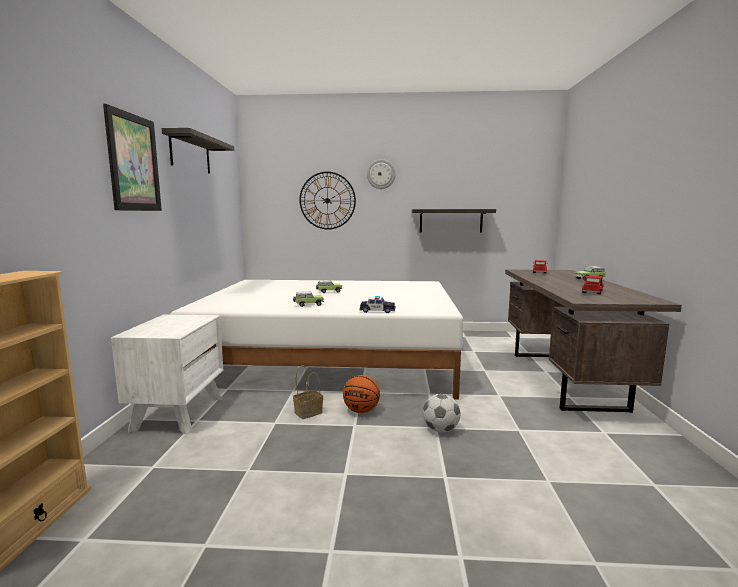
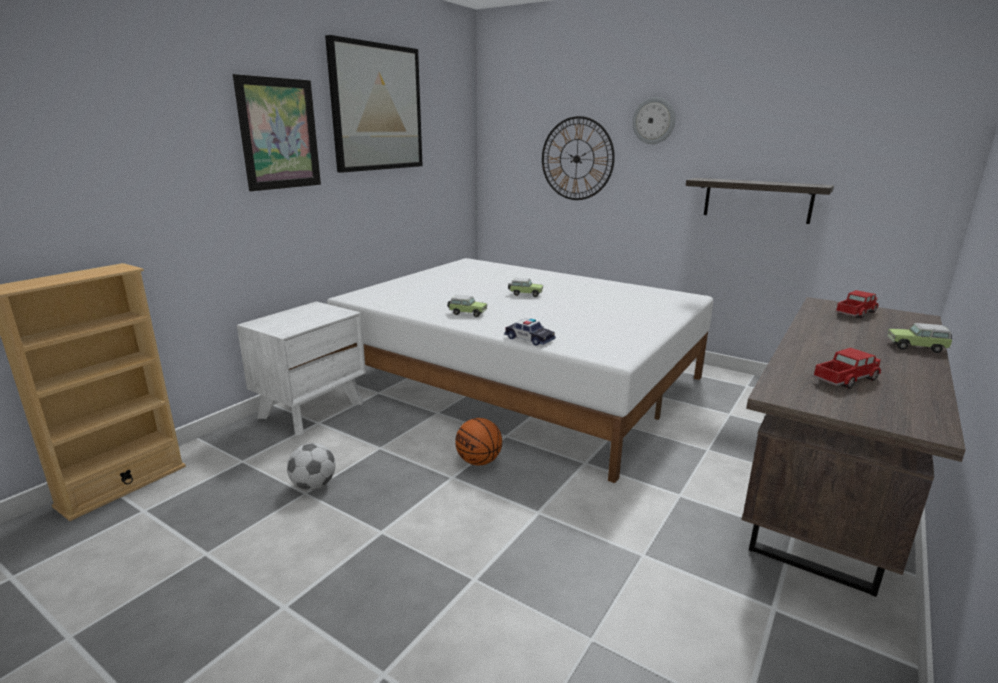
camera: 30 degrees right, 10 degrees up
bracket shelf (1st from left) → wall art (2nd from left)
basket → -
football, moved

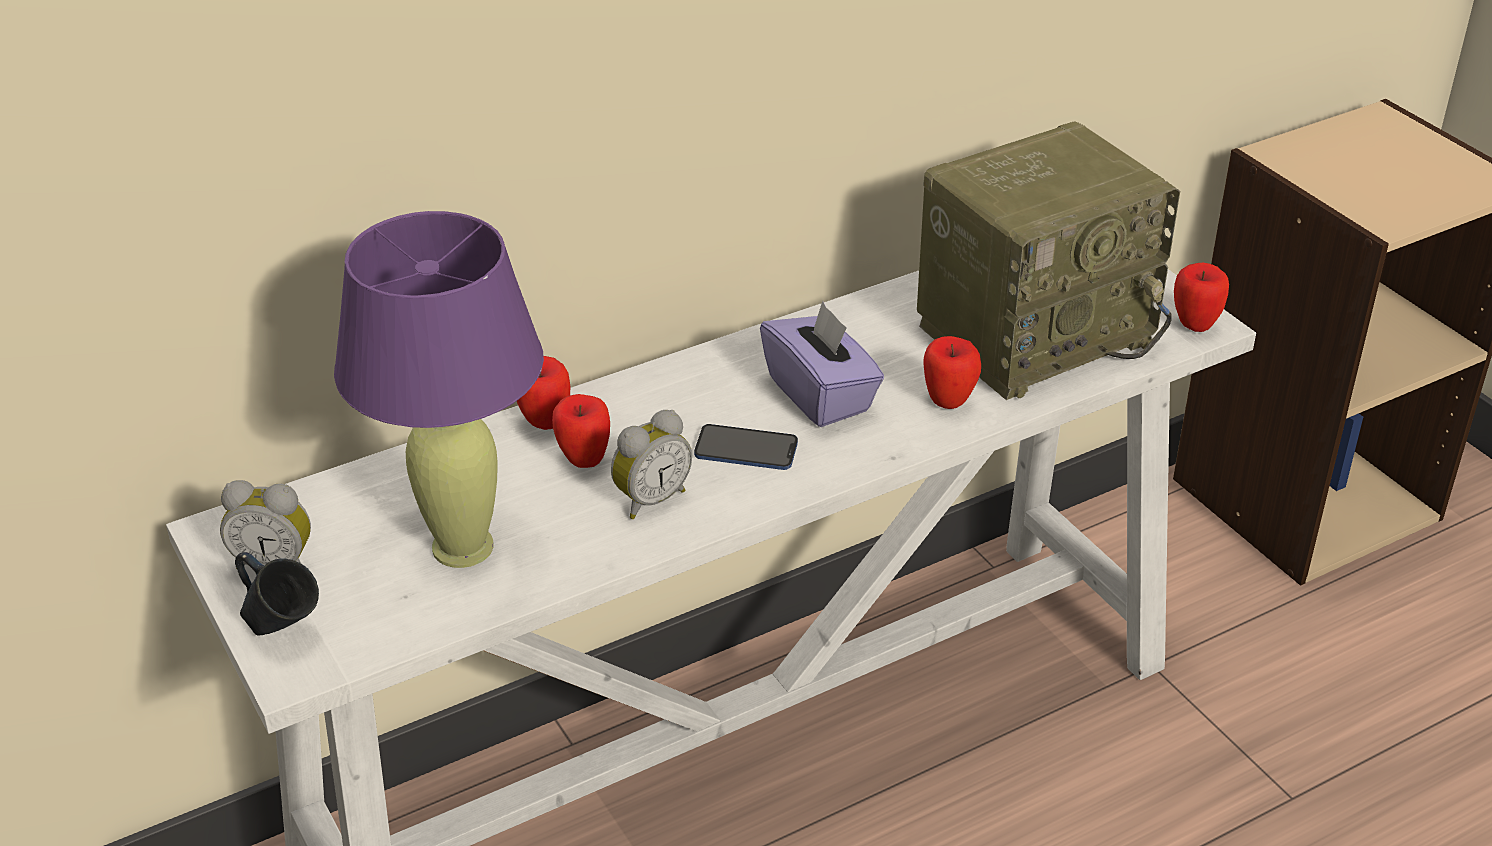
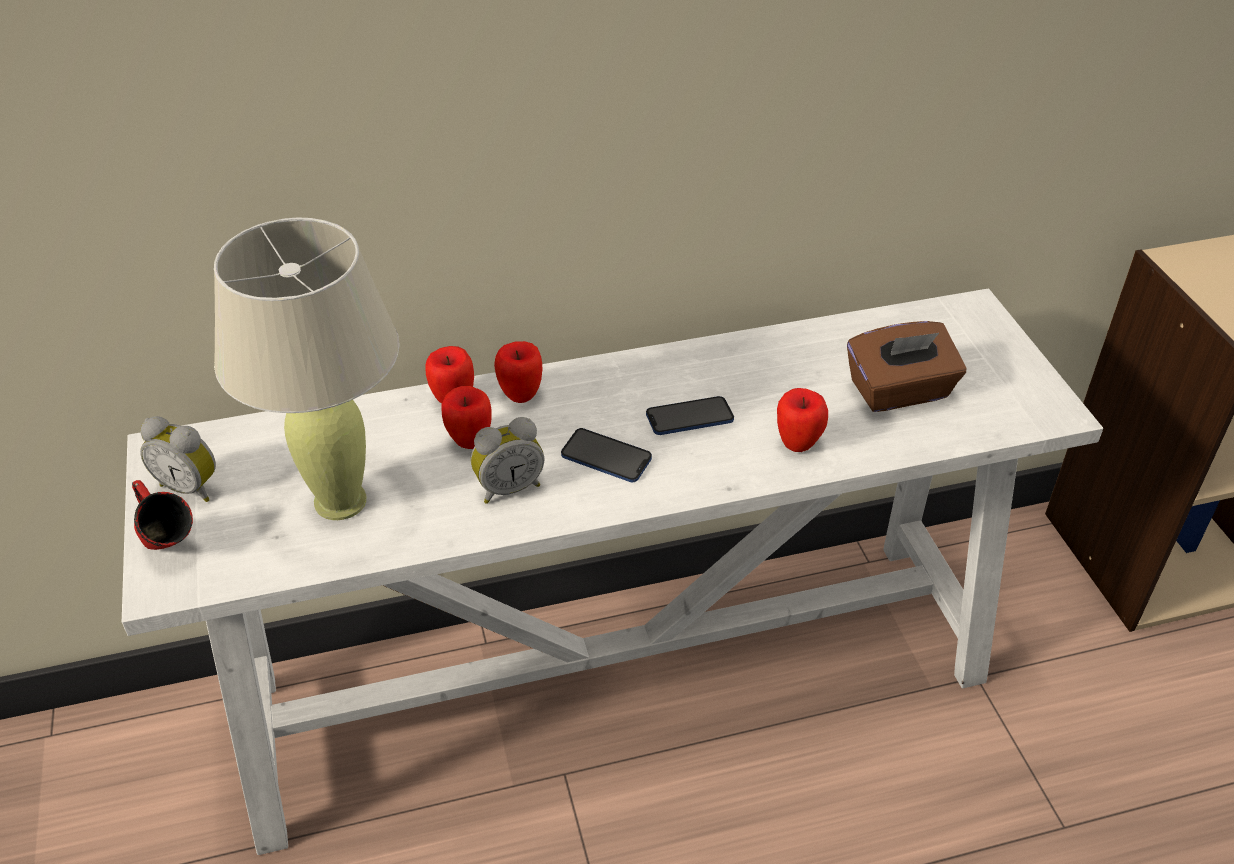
camera: 15 degrees right, 5 degrees up
coffee mug/blue-coloured → coffee mug/reddish
tabletop lamp/purplish → tabletop lamp/beige
tissue holder/purplish → phone (2nd from left)
radio receiver → tissue holder/brown-coloured
apple fruit (4th from left in the first image) → apple fruit (3rd from left), moved

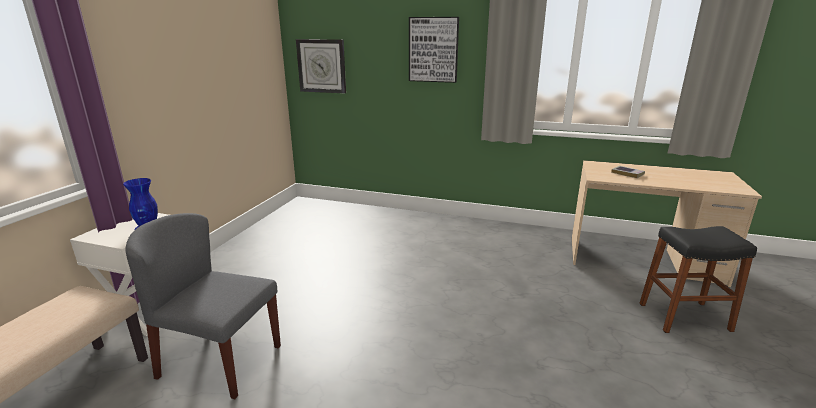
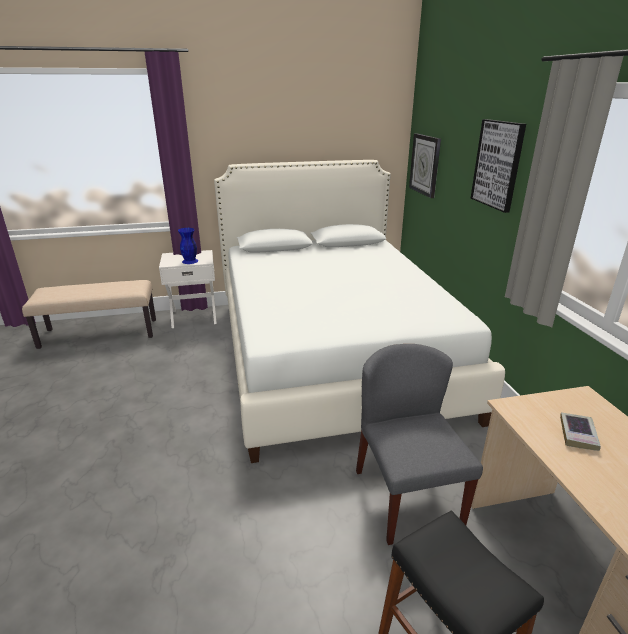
camera: 60 degrees right, 5 degrees up
chair/greyish, moved
- → bed/white-coloured

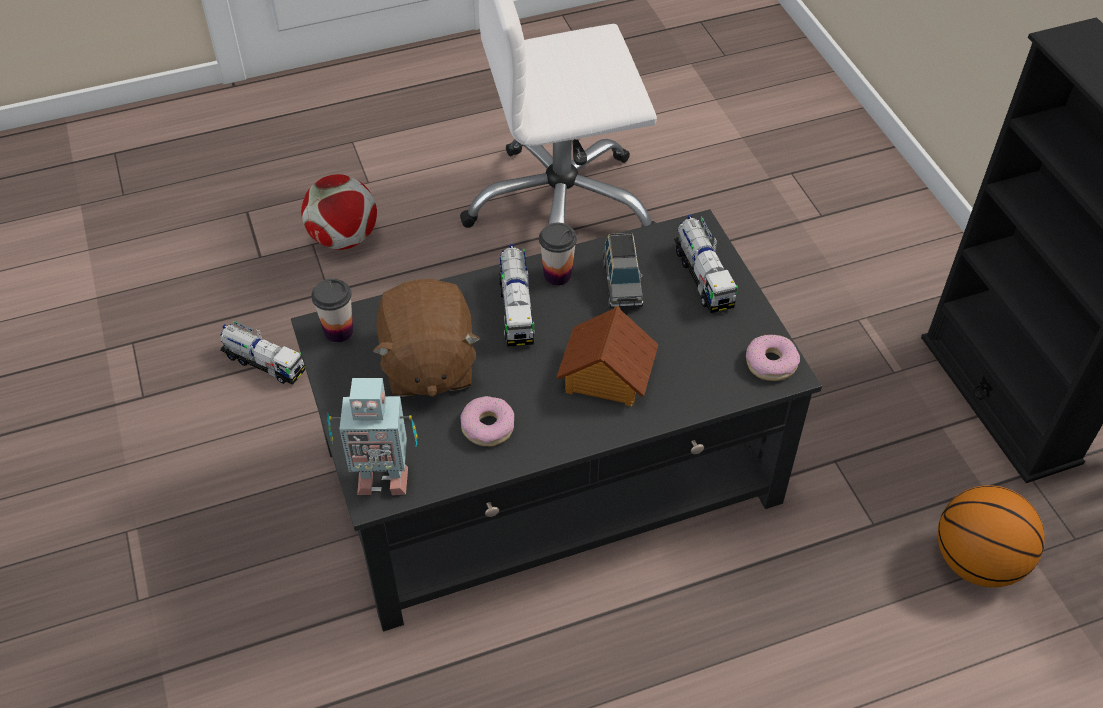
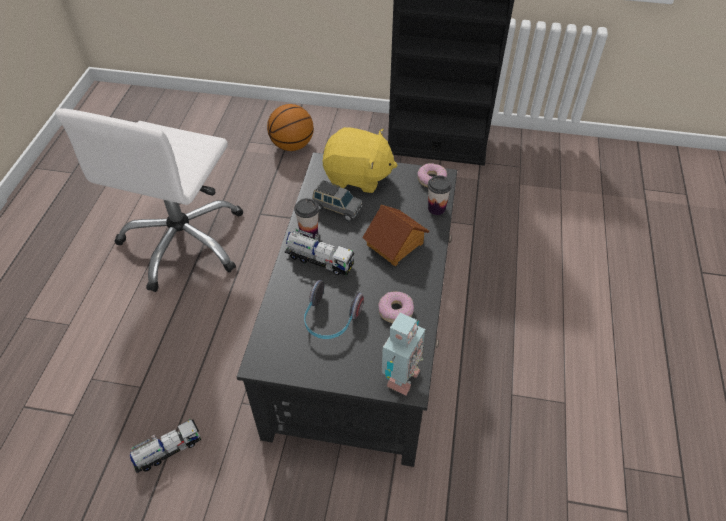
camera: 60 degrees left, 0 degrees up
football → -
small cup (1st from left in the first image) → small cup (2nd from left), moved
soft toy/brown-coloured → pair of headphones
toy truck (3rd from left) → soft toy/yellowish
basketball, moved

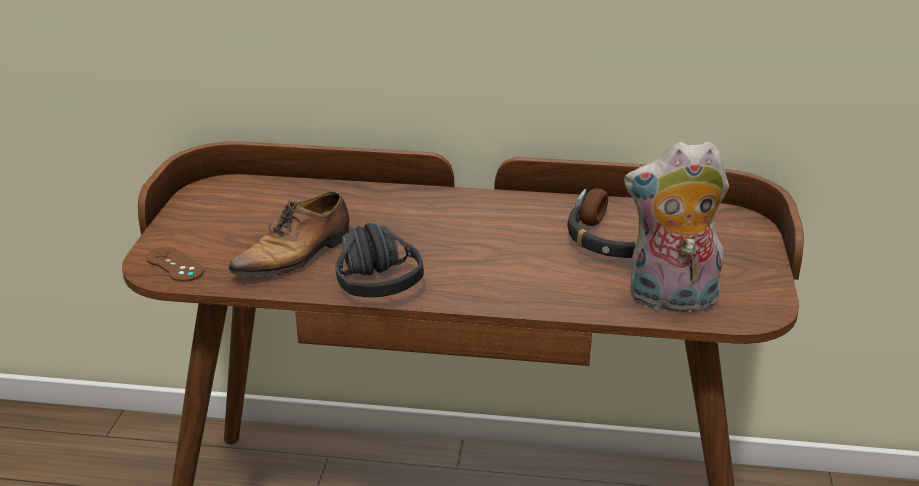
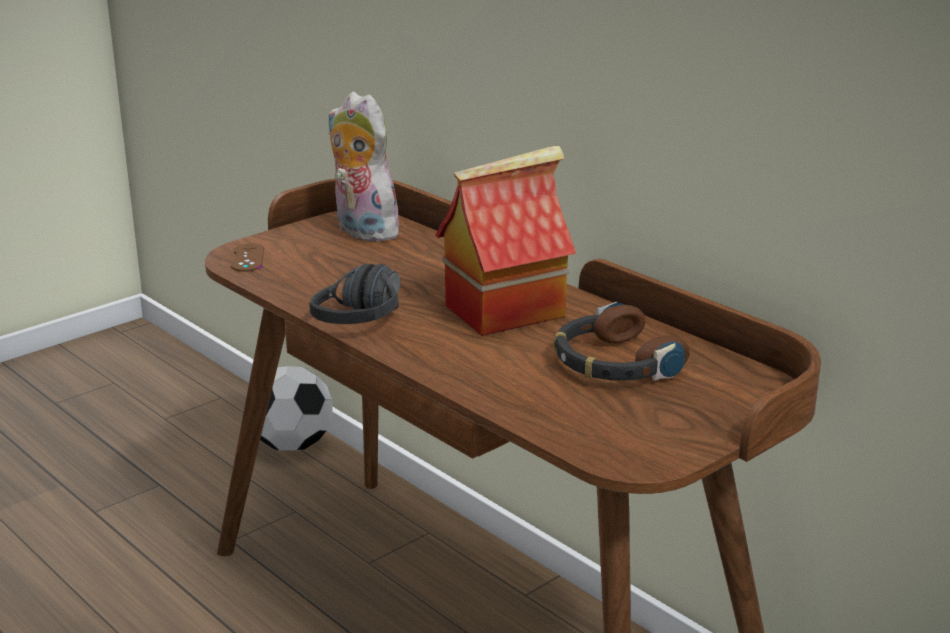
camera: 40 degrees right, 5 degrees down
item of footwear → -
soft toy, moved
- → football
- → miniature house

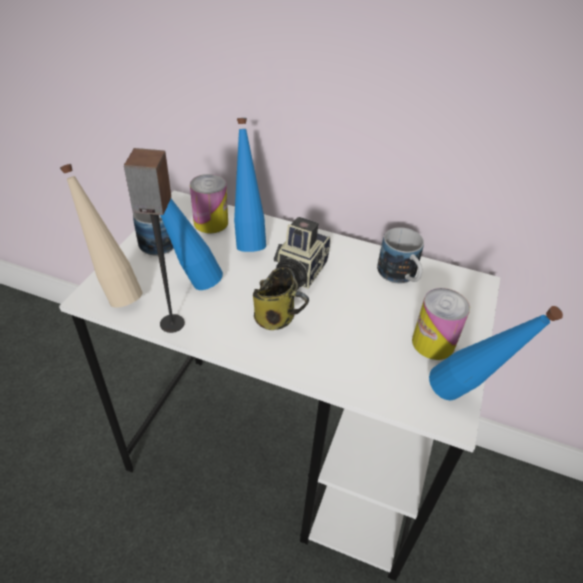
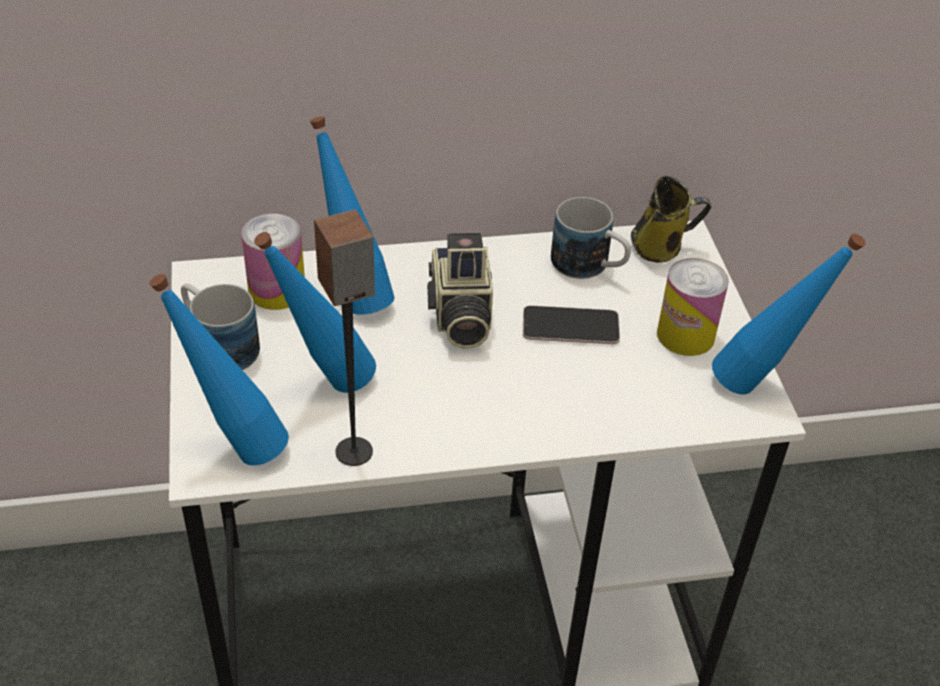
camera: 30 degrees left, 0 degrees up
bottle/beige → bottle/blue-coloured (1st from left)
coffee mug (2nd from left in the first image) → coffee mug (3rd from left), moved
- → phone

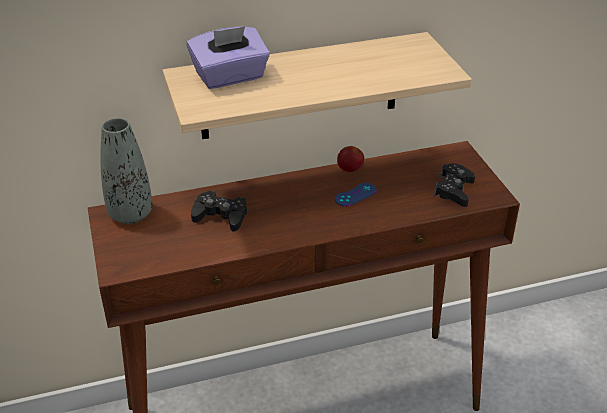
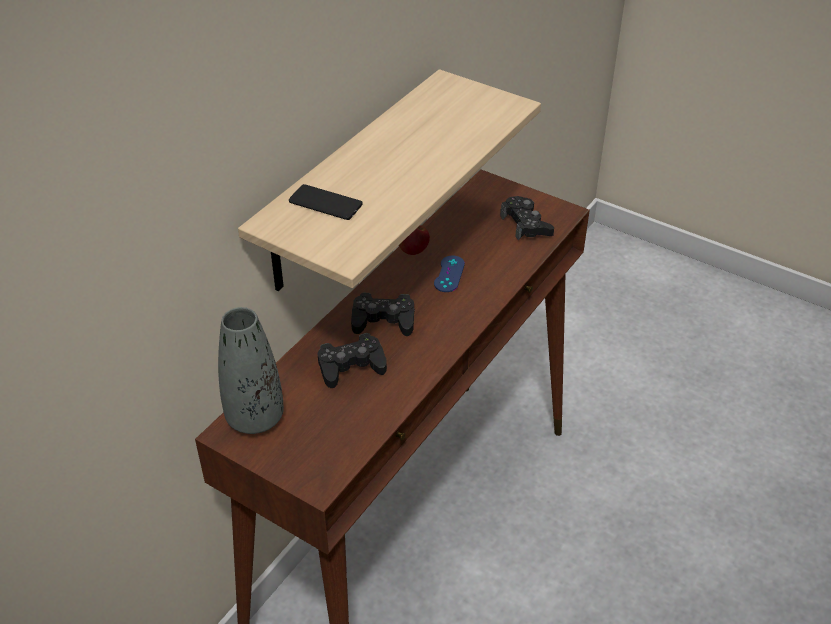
camera: 40 degrees left, 5 degrees up
tissue holder/purplish → phone
- → game controller/blackish (2nd from left)

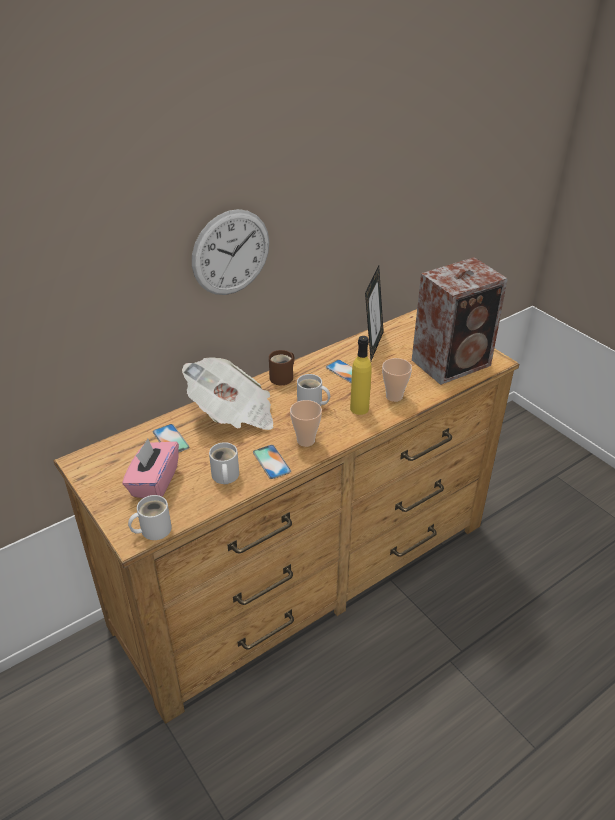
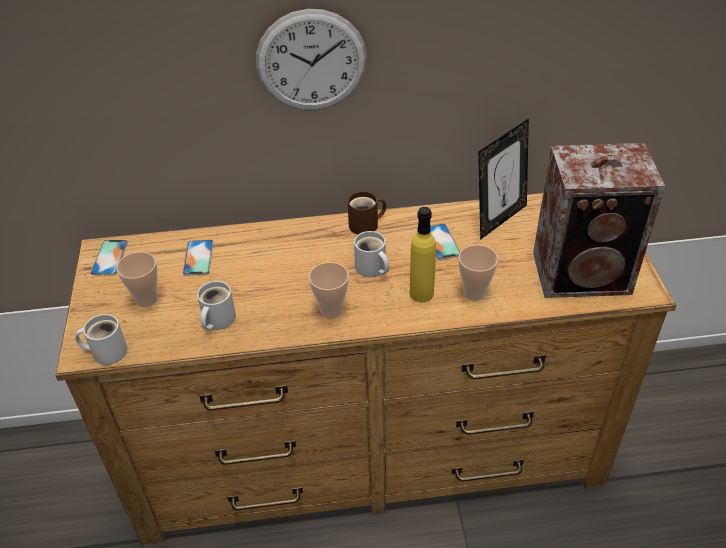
camera: 30 degrees right, 5 degrees up
tissue holder/pink-coloured → small cup (1st from left)
printed paper → -
phone (2nd from left in the first image) → phone (1st from left), moved

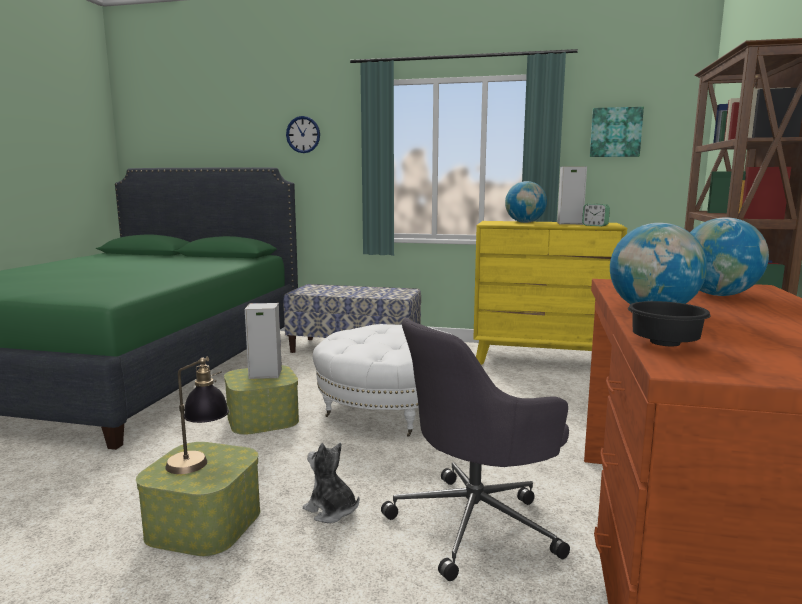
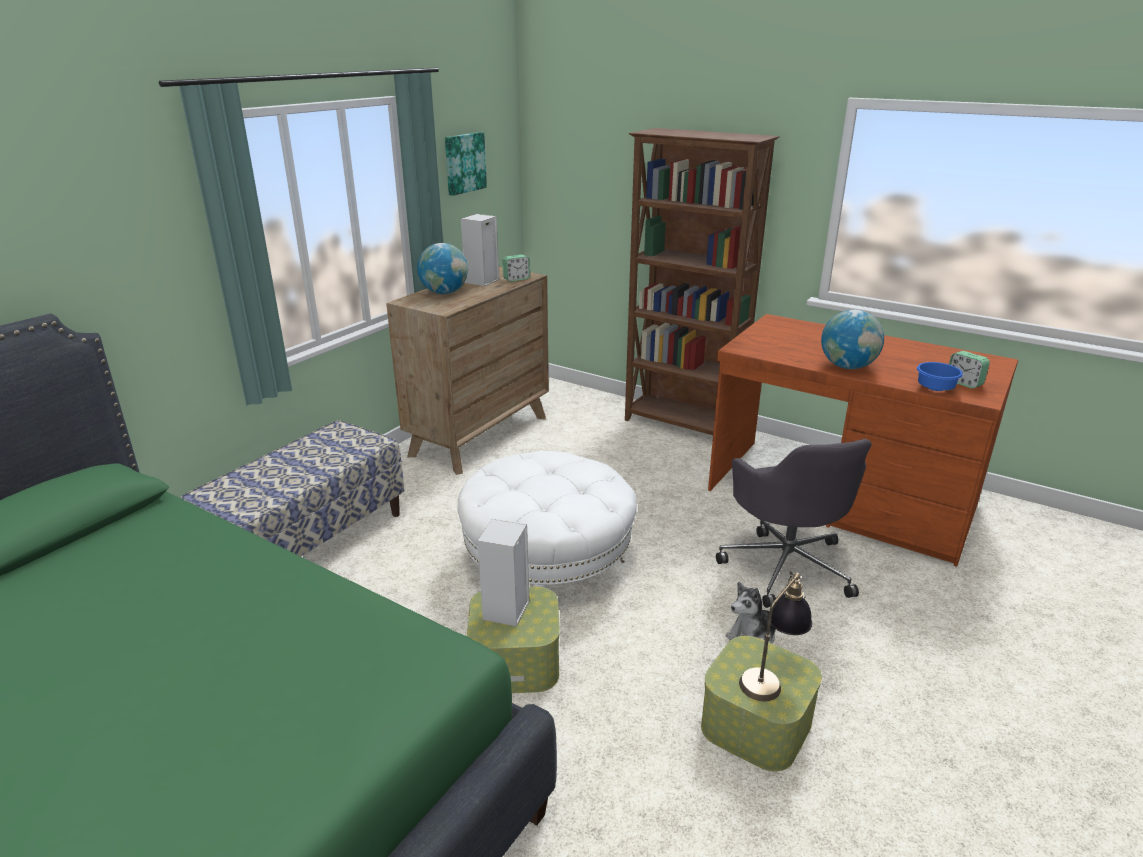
camera: 70 degrees left, 15 degrees up
wall clock → -
chest of drawers/yellowish → chest of drawers/brown-coloured
bowl/blackish → bowl/blue-coloured
desk globe (3rd from left) → -
- → table clock (2nd from left)

